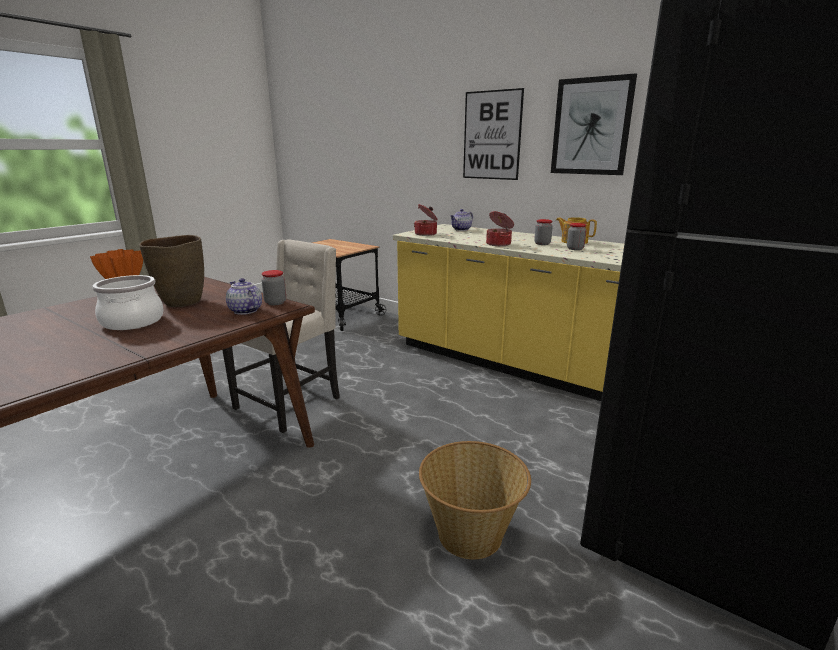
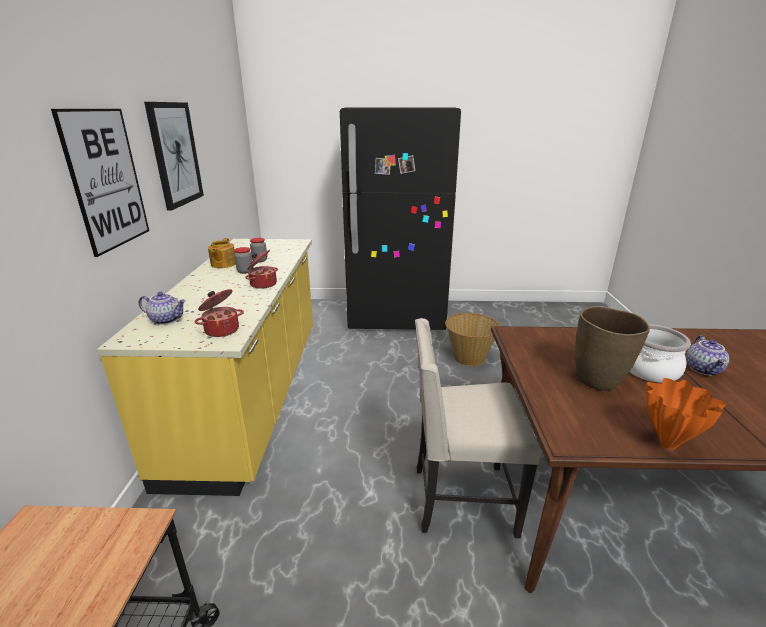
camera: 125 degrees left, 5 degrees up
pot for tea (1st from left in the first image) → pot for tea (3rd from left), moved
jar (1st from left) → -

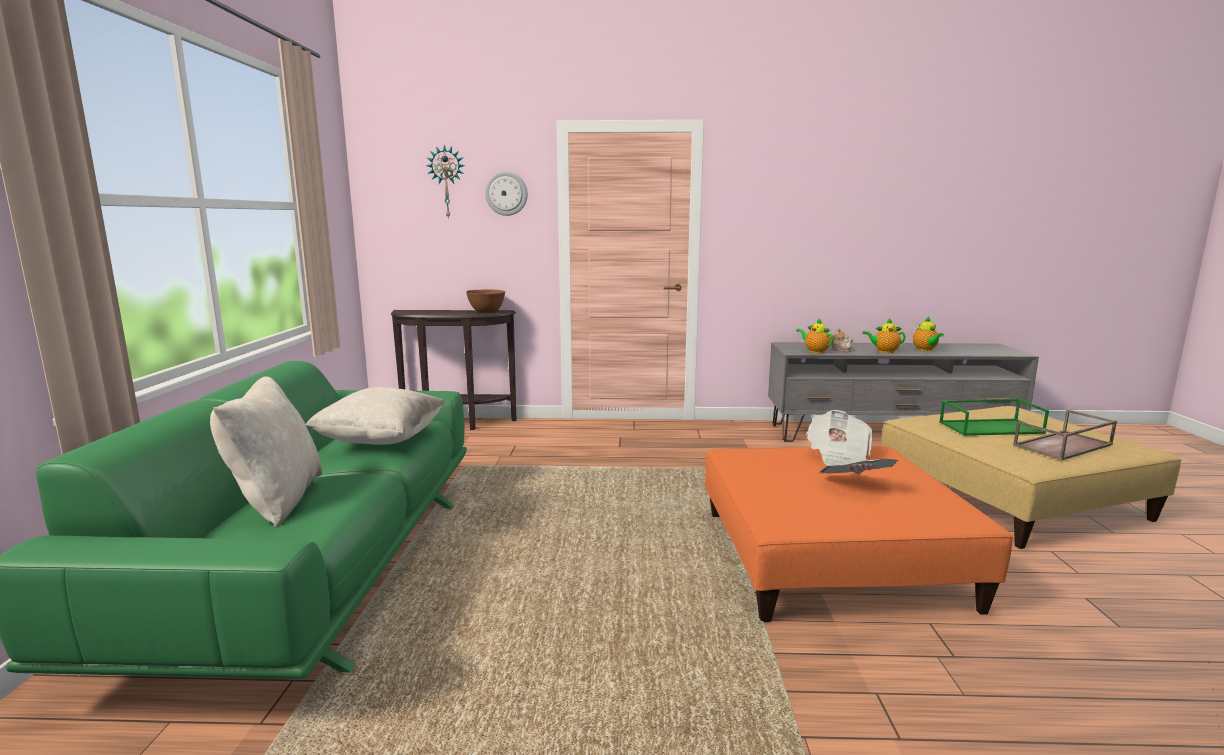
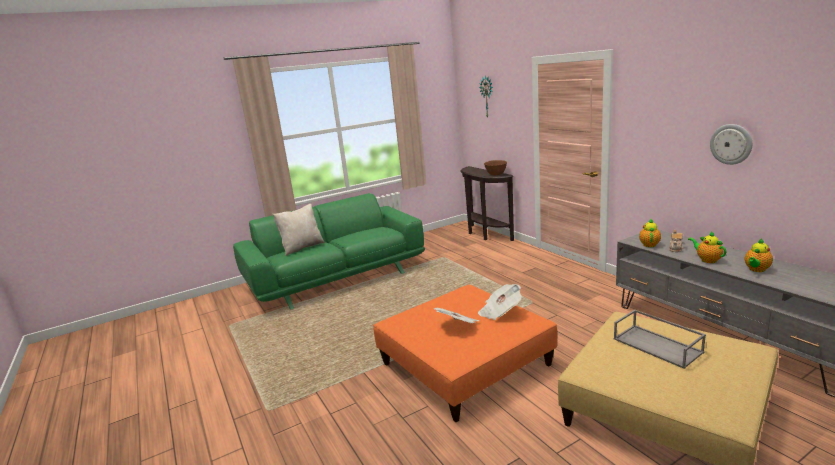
camera: 60 degrees right, 5 degrees up
throw pillow/beige (2nd from left) → -
wall clock (2nd from left), moved
carrying tray/green → carrying tray/greyish
carrying tray/brown-coloured → -

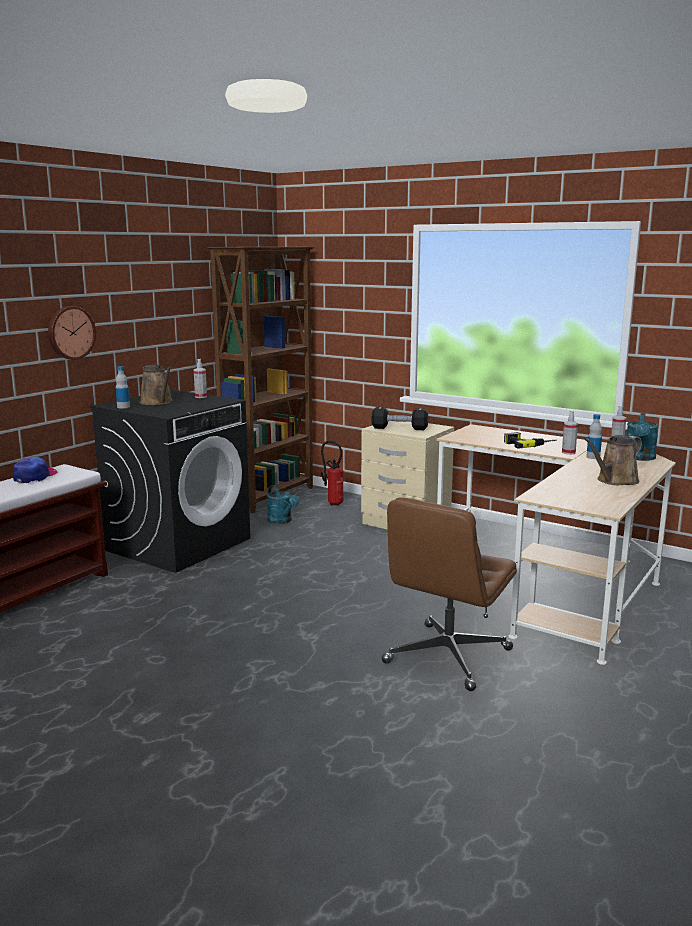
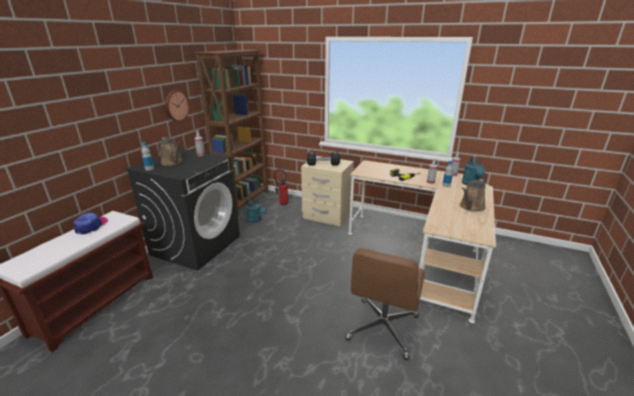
camera: 10 degrees left, 10 degrees up
wall clock, moved

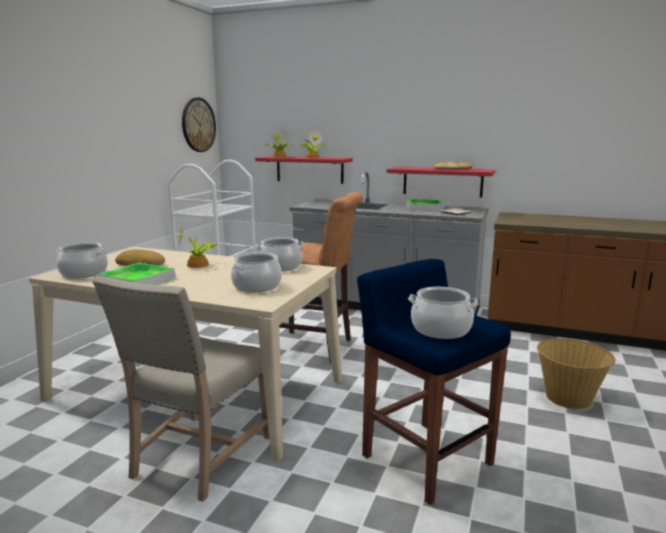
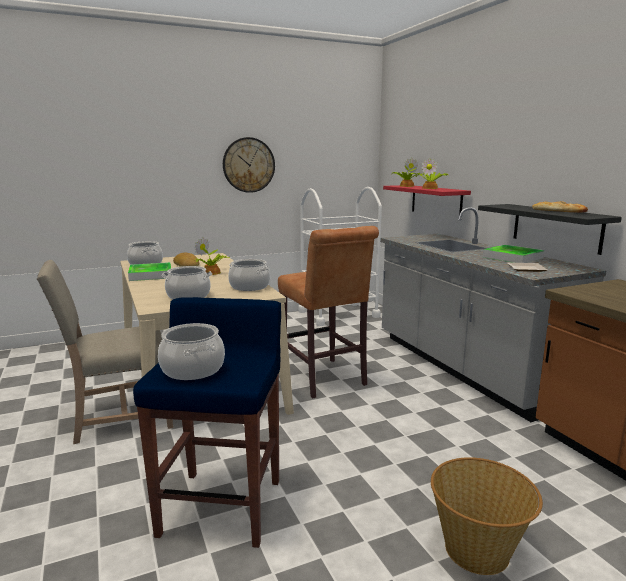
camera: 45 degrees right, 0 degrees up
wall clock, moved
bracket shelf/reddish (2nd from left) → bracket shelf/blackish

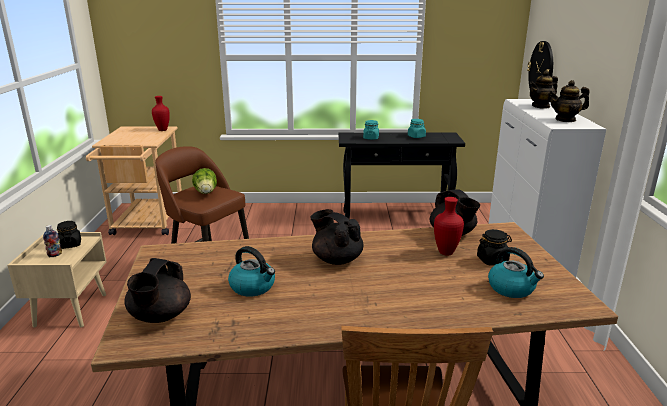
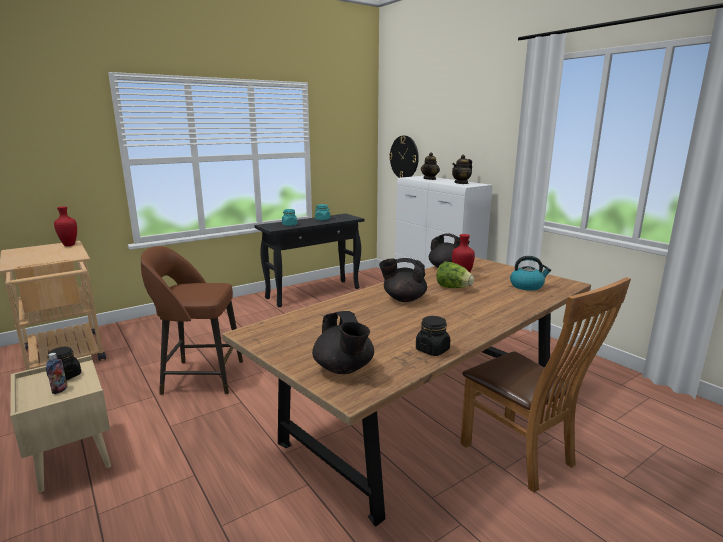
camera: 35 degrees left, 5 degrees down
lettuce head, moved
water kettle (1st from left) → -
jar/blackish (2nd from left), moved

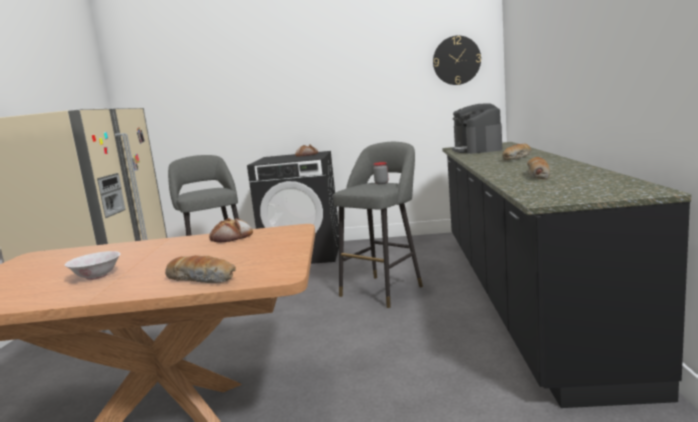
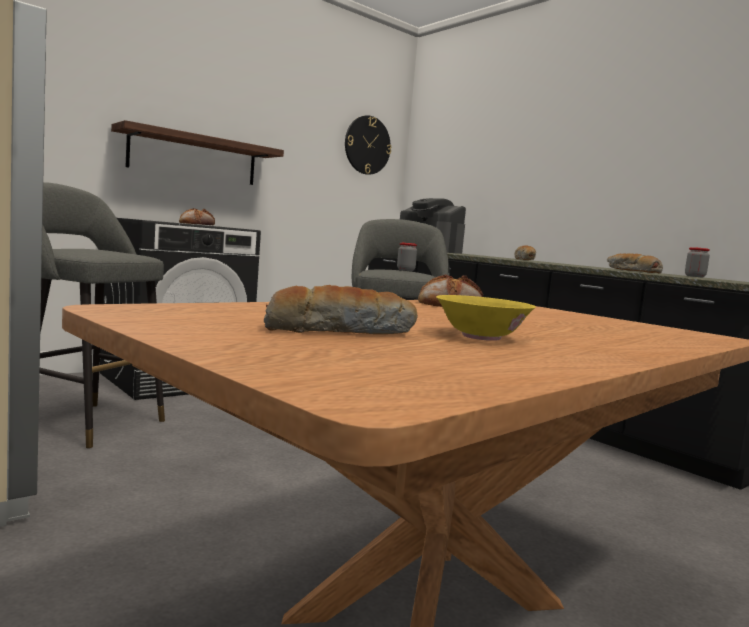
camera: 45 degrees left, 5 degrees down
bowl/white-coloured → bowl/yellowish
bakery bread (1st from left in the first image) → bakery bread (2nd from left), moved
- → bracket shelf
- → jar (2nd from left)

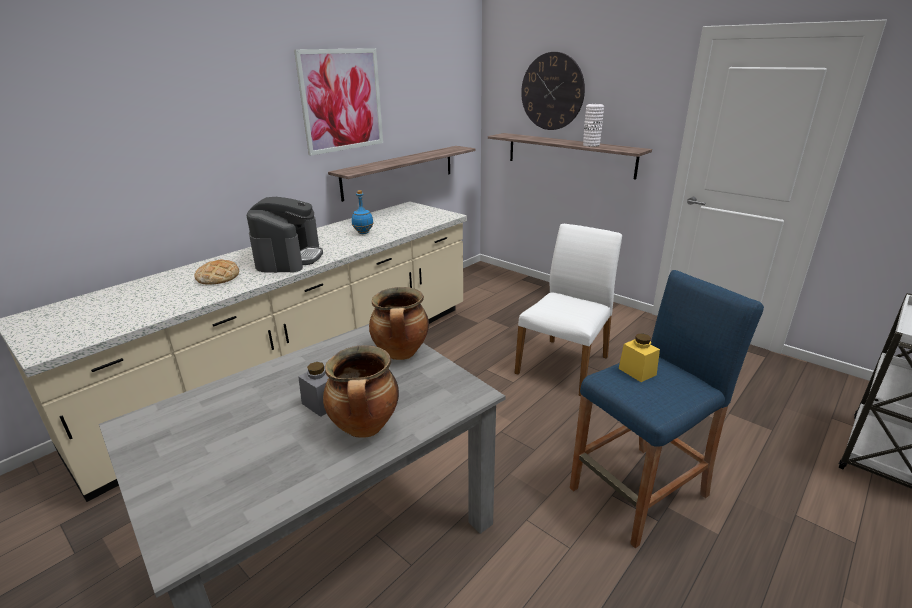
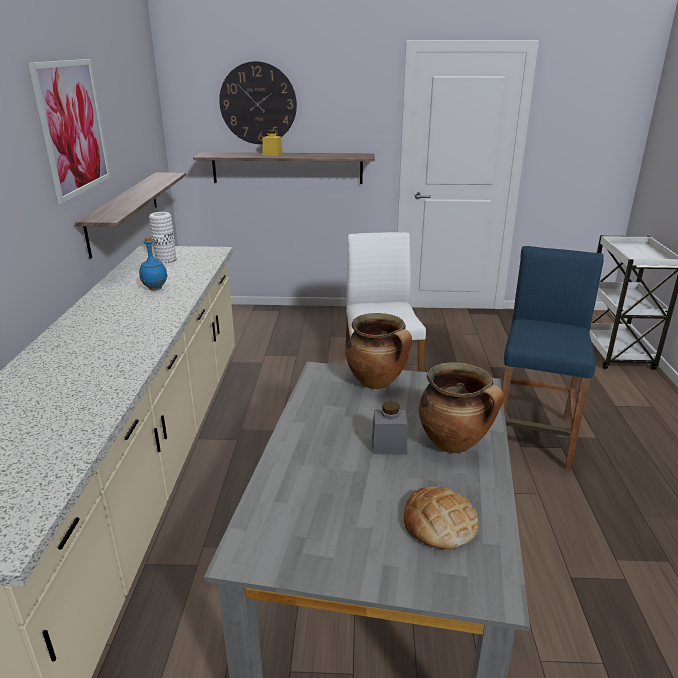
camera: 40 degrees left, 0 degrees up
bakery bread, moved
coffee maker → -
decorative vase/white-coloured, moved
jar/yellowish, moved

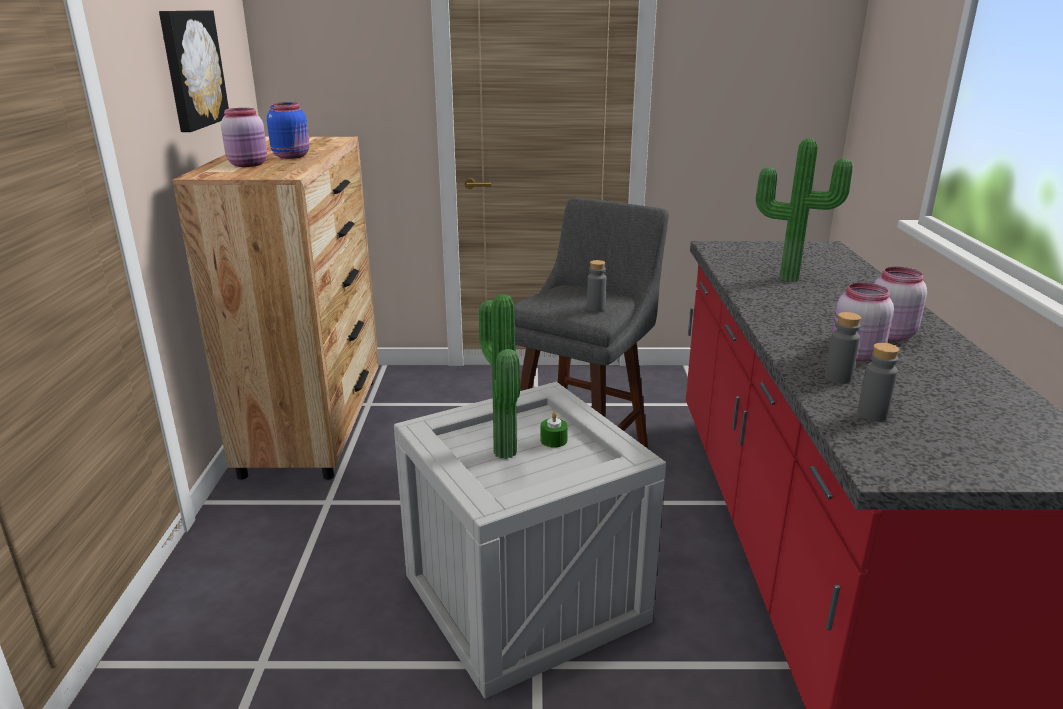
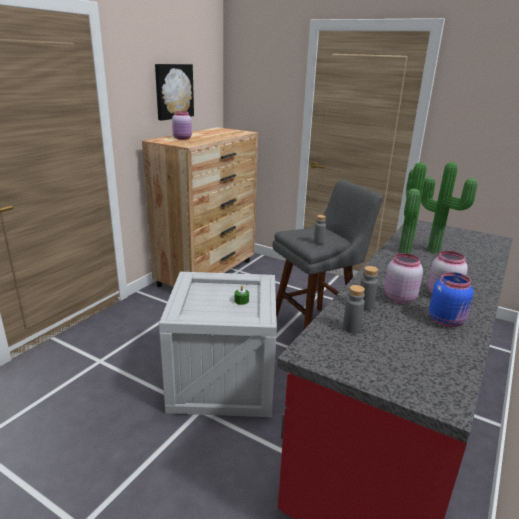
camera: 30 degrees right, 0 degrees up
jar/blue-coloured, moved
potted plant (1st from left), moved

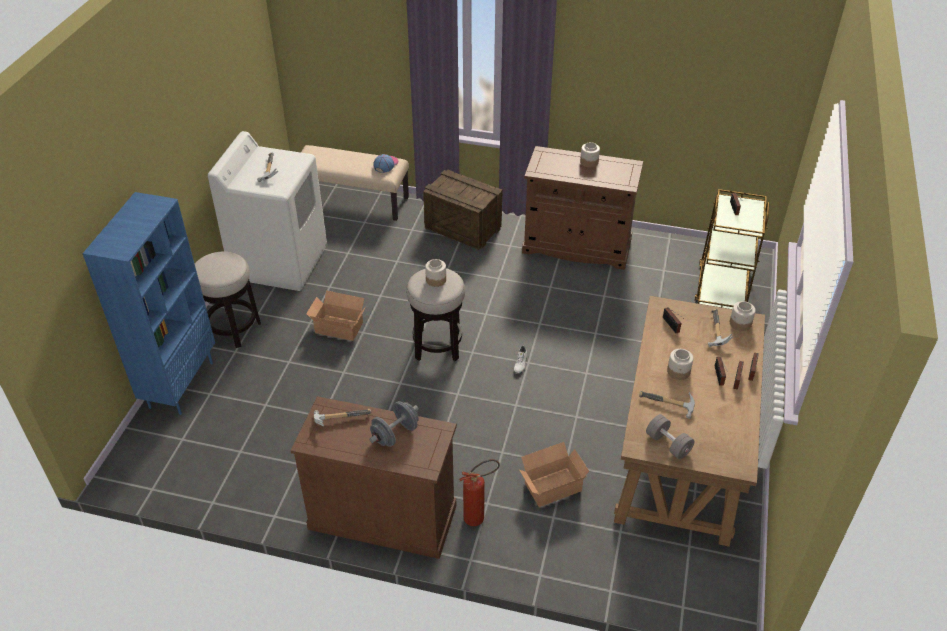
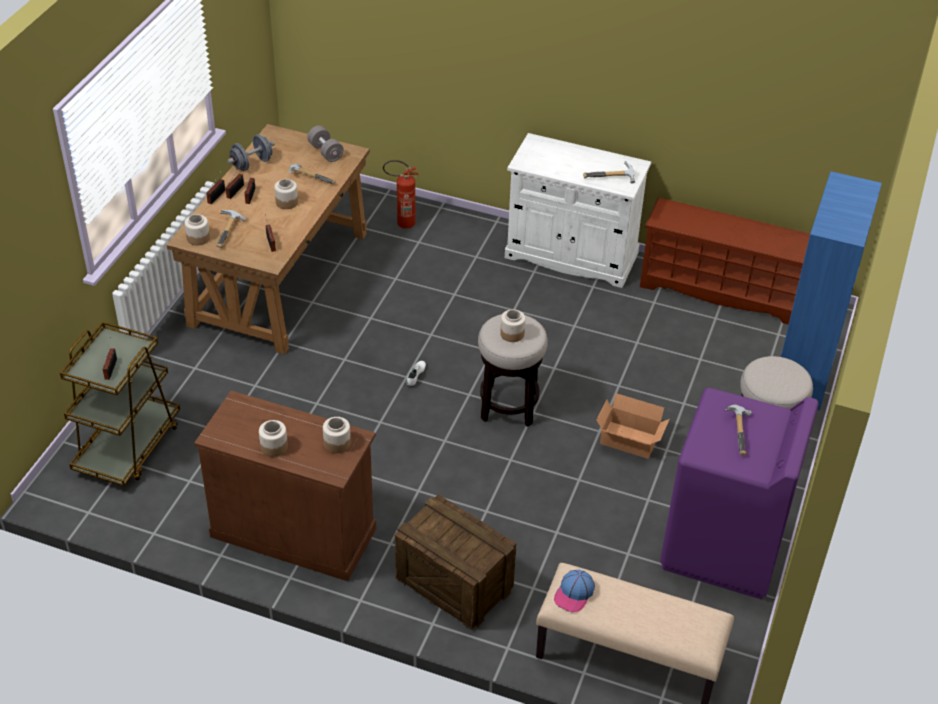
camera: 175 degrees left, 0 degrees up
laundry machine/white-coloured → laundry machine/purplish
storage cabinet/brown-coloured (1st from left) → storage cabinet/white-coloured
dumbbell/greyish (1st from left), moved
fire extinguisher, moved
carton (2nd from left) → -
- → jar (4th from left)
- → shoe stand/brown-coloured

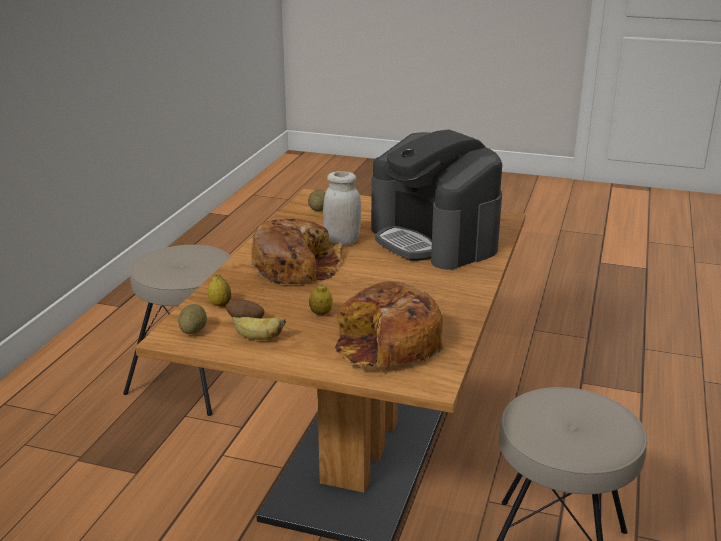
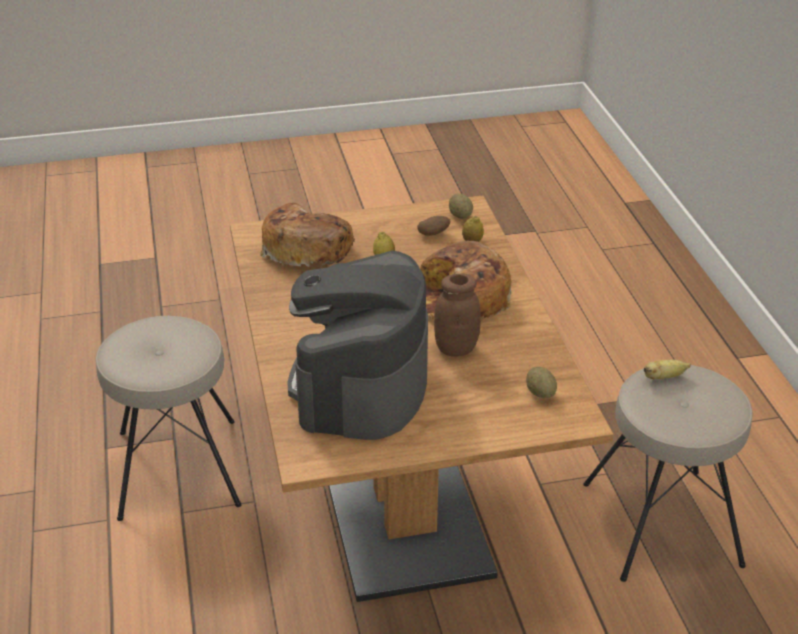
camera: 150 degrees right, 10 degrees up
whole banana, moved
jar/white-coloured → jar/brown-coloured
coffee maker, 105 degrees counterclockwise

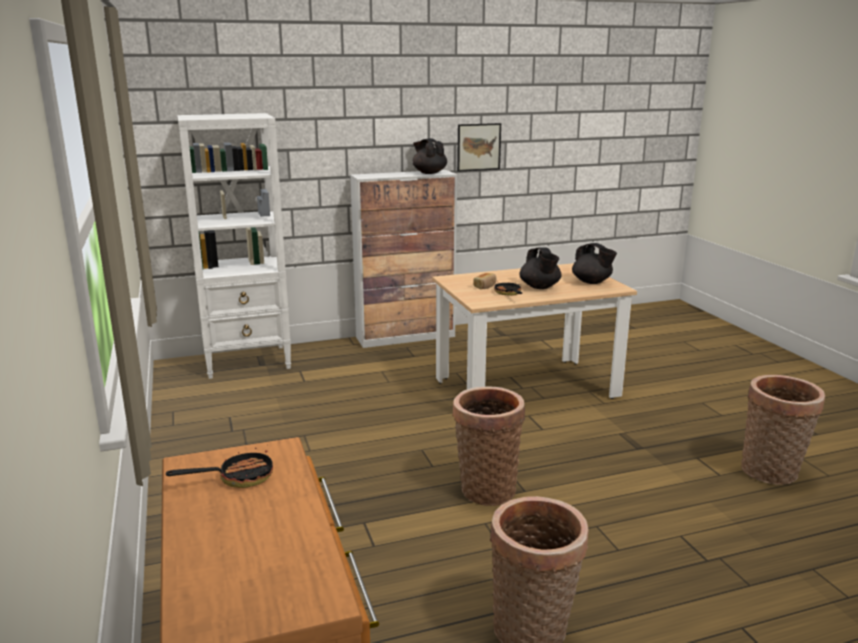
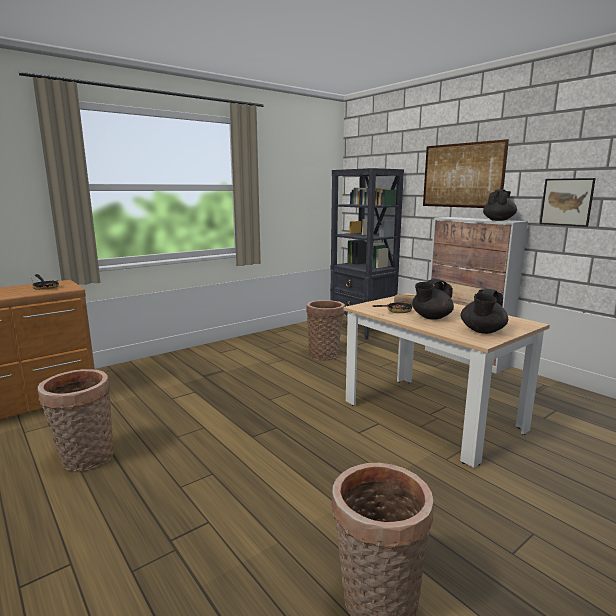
camera: 70 degrees right, 5 degrees down
bookshelf/white-coloured → bookshelf/blackish
basket (1st from left in the first image) → basket (2nd from left), moved
- → wall art (1st from left)

